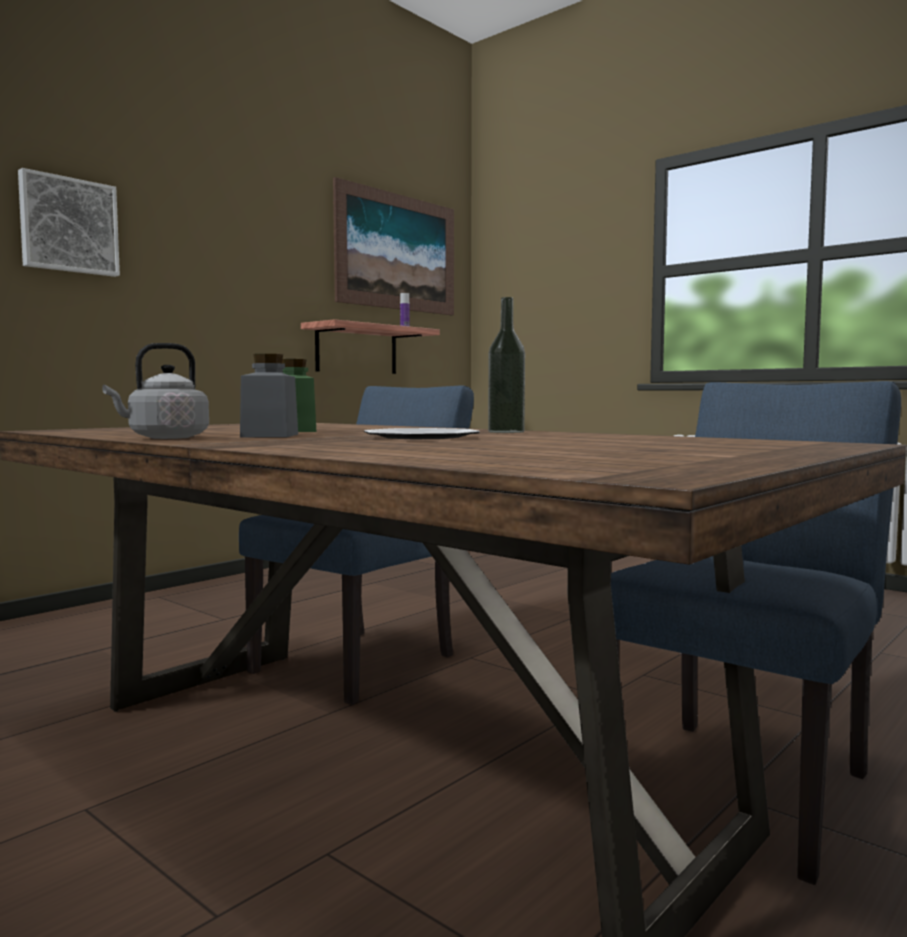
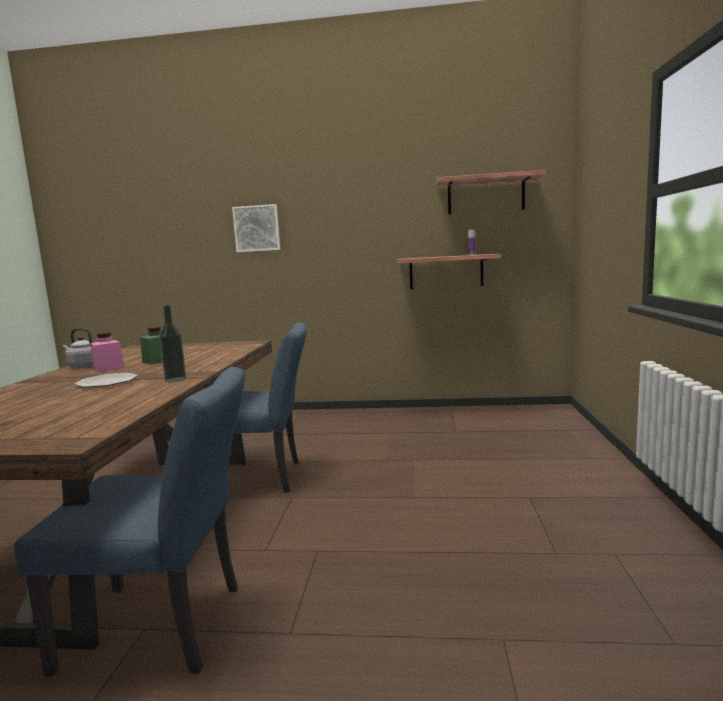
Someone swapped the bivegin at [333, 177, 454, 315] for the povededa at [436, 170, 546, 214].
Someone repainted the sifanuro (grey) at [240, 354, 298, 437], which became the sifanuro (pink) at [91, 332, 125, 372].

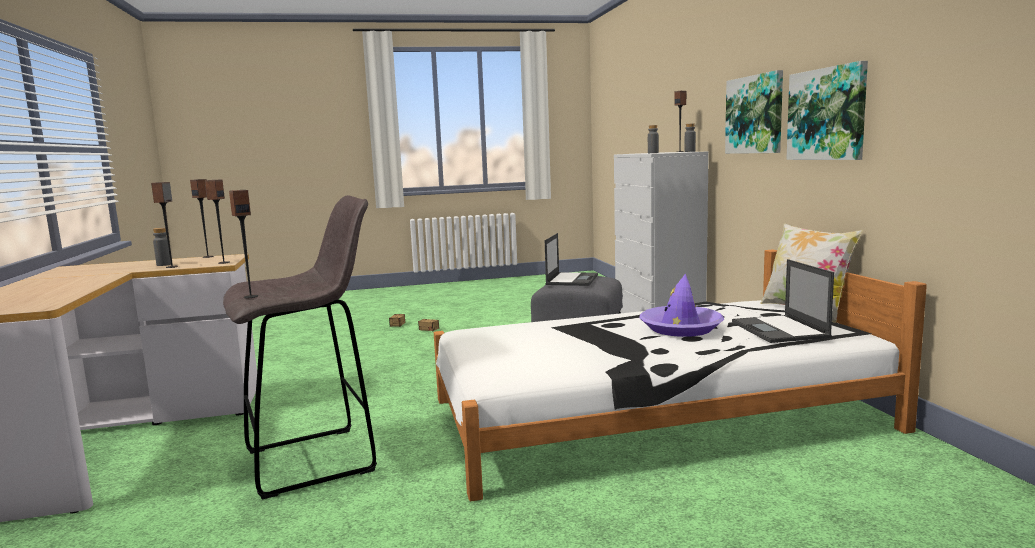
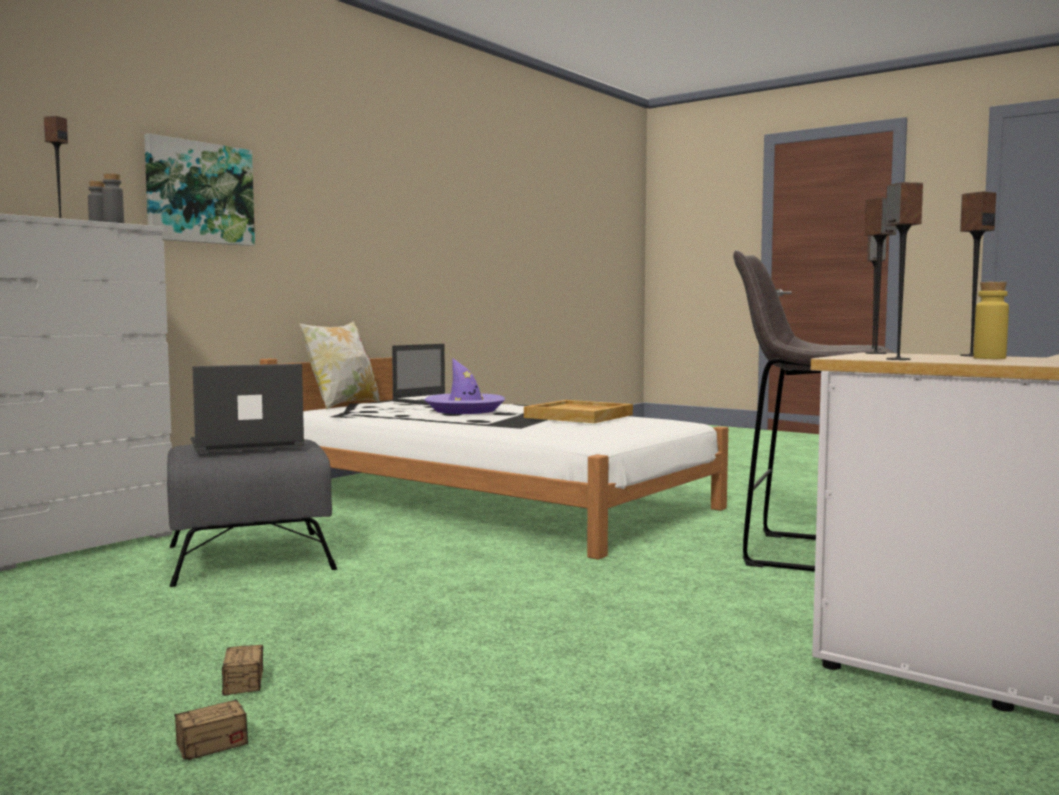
Someone took away the bivegin at [786, 61, 868, 160].
Someone put down the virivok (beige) at [524, 400, 633, 423].
Someone repainted the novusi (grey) at [153, 228, 172, 266], which became the novusi (yellow) at [973, 282, 1009, 359].

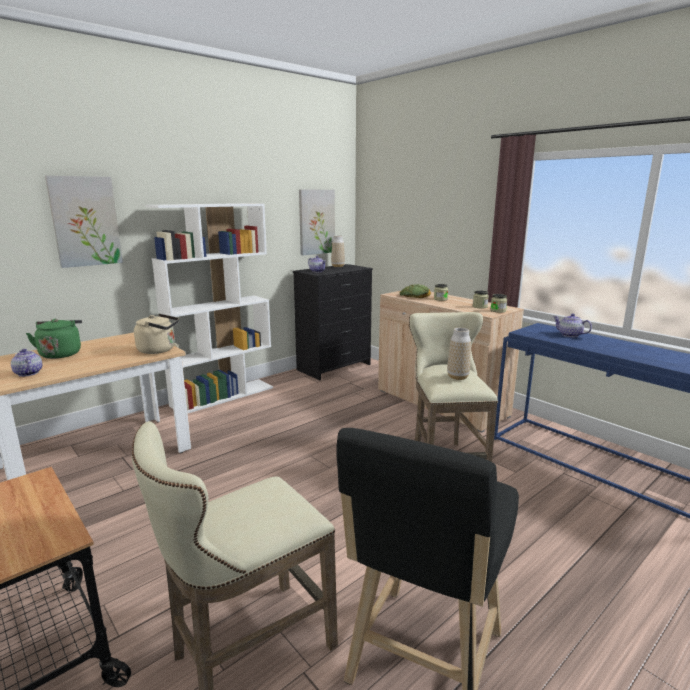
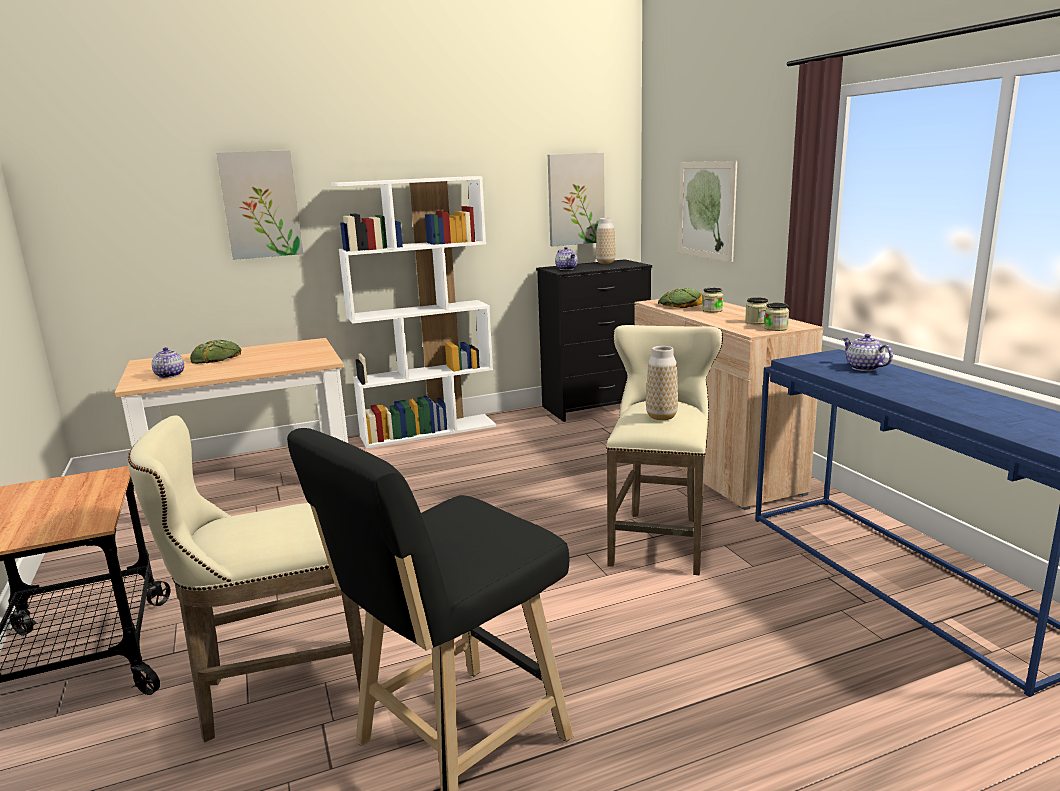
Someone took away the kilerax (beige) at [134, 314, 179, 354].
Someone put up the bivegin at [679, 161, 737, 262].
Someone swapped the kilerax (green) at [26, 319, 82, 359] for the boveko at [190, 340, 242, 364].

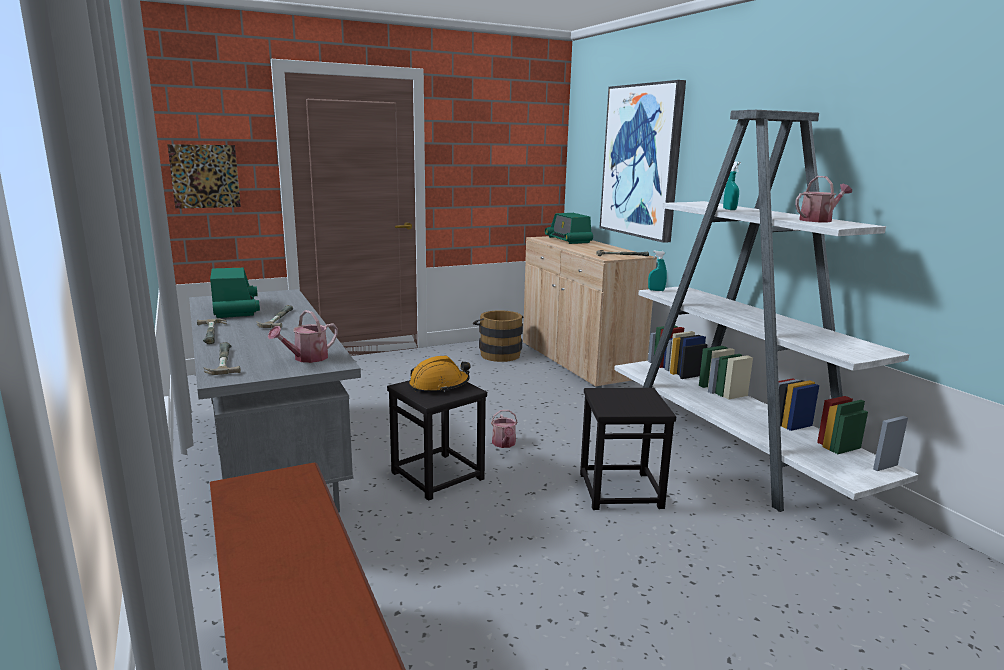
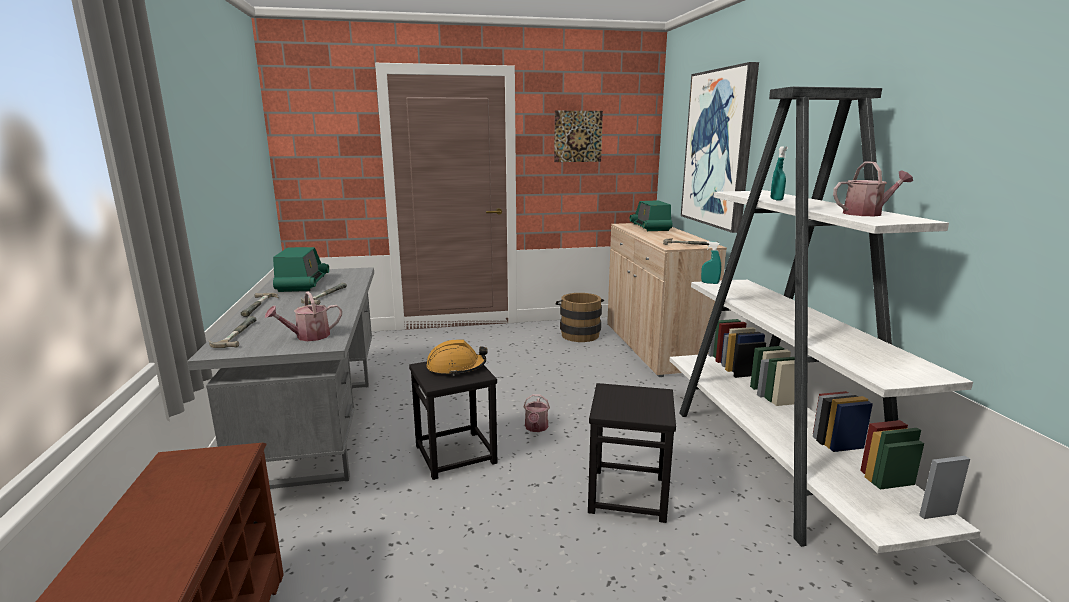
Someone carried the bivegin from [167, 144, 241, 209] to [554, 111, 603, 162].

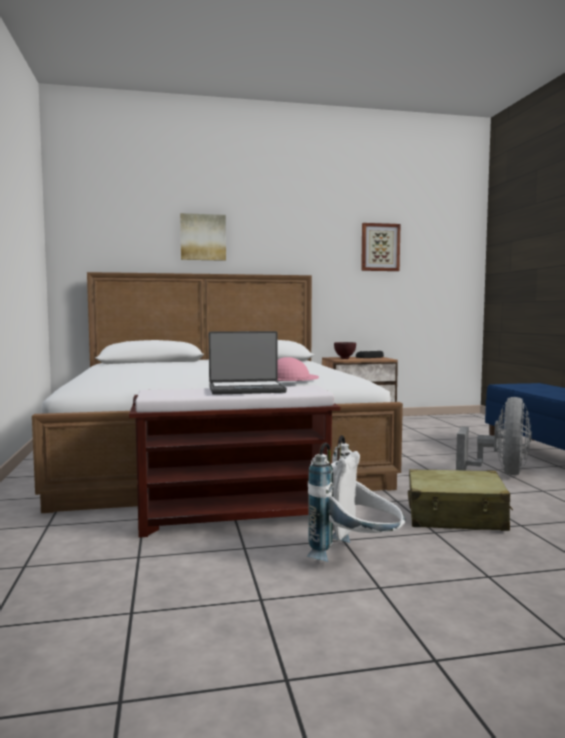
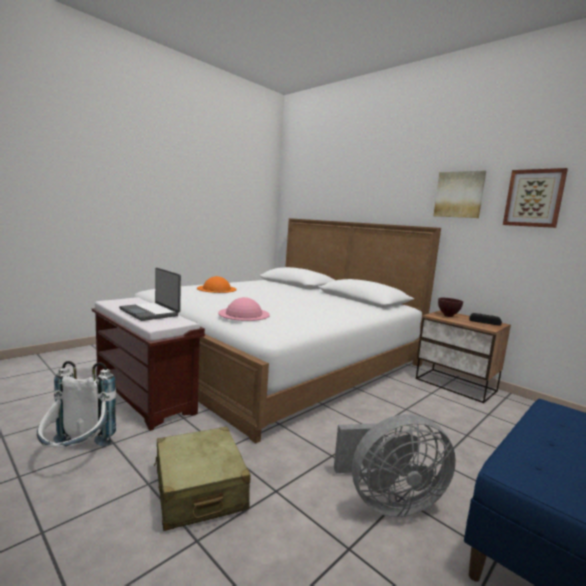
Someone put down the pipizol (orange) at [197, 276, 237, 293].
Someone carried the bivegin from [180, 213, 226, 261] to [433, 170, 486, 218].

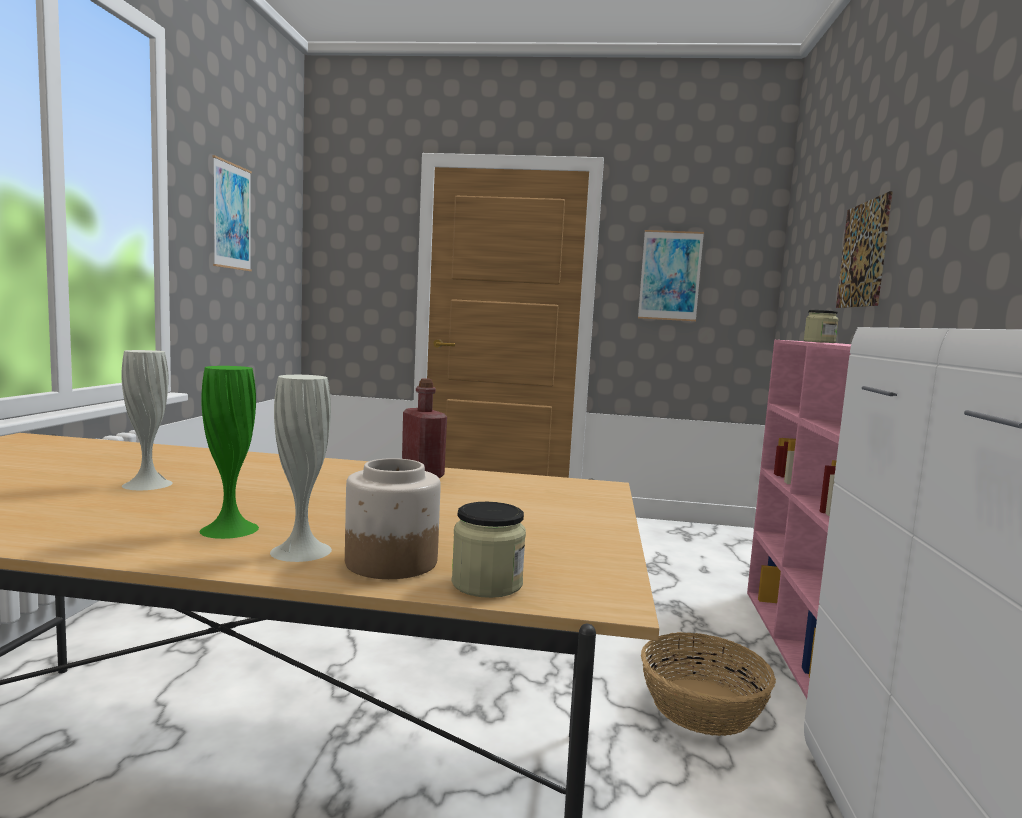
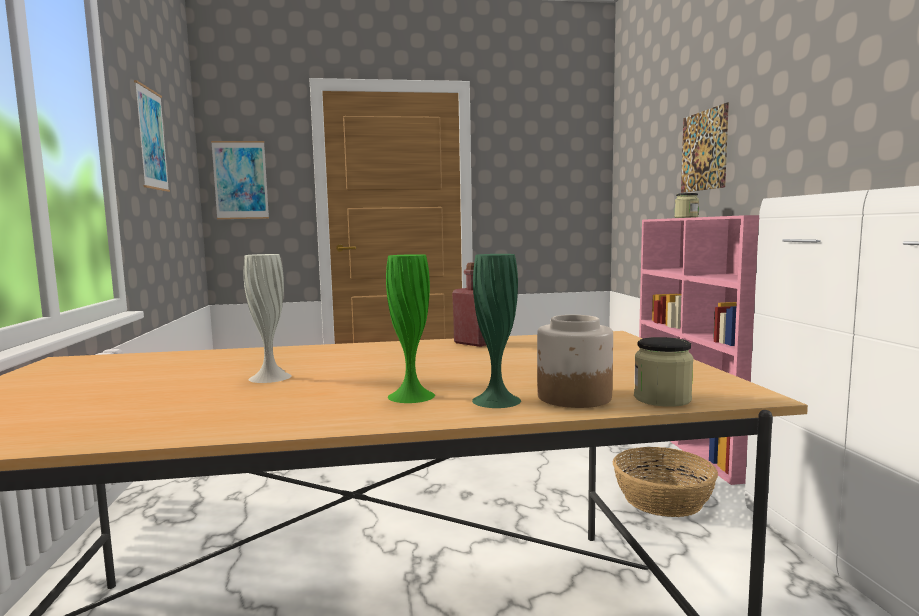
Someone carried the bivegin from [638, 230, 704, 321] to [211, 141, 269, 219].
Someone repainted the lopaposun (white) at [270, 375, 332, 562], which became the lopaposun (green) at [472, 254, 521, 408].

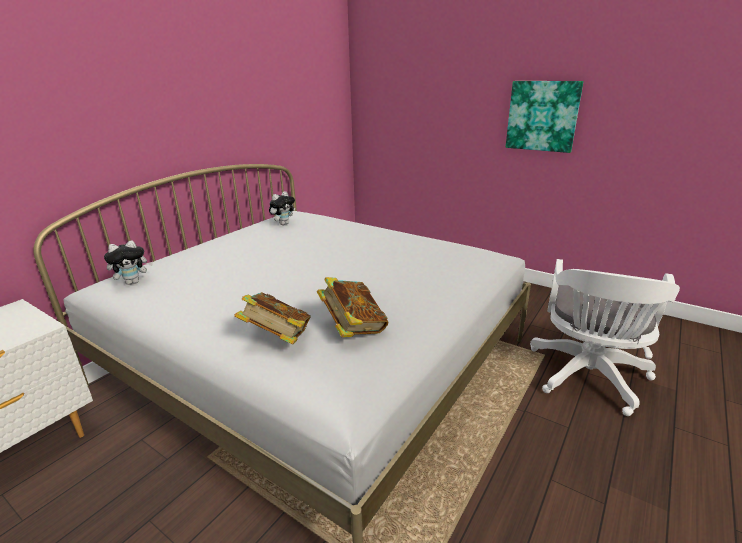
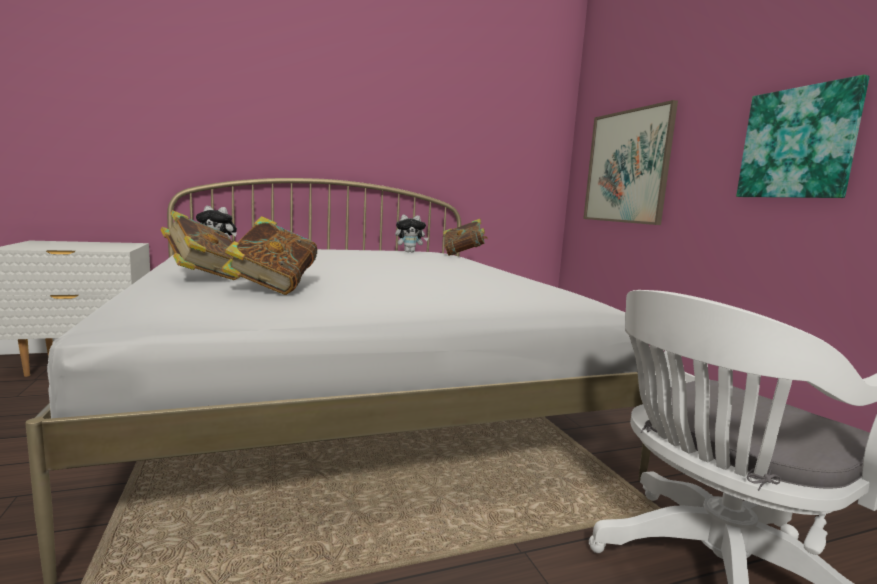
Someone put down the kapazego at [443, 219, 488, 256].
Someone put up the bivegin at [583, 100, 678, 225].

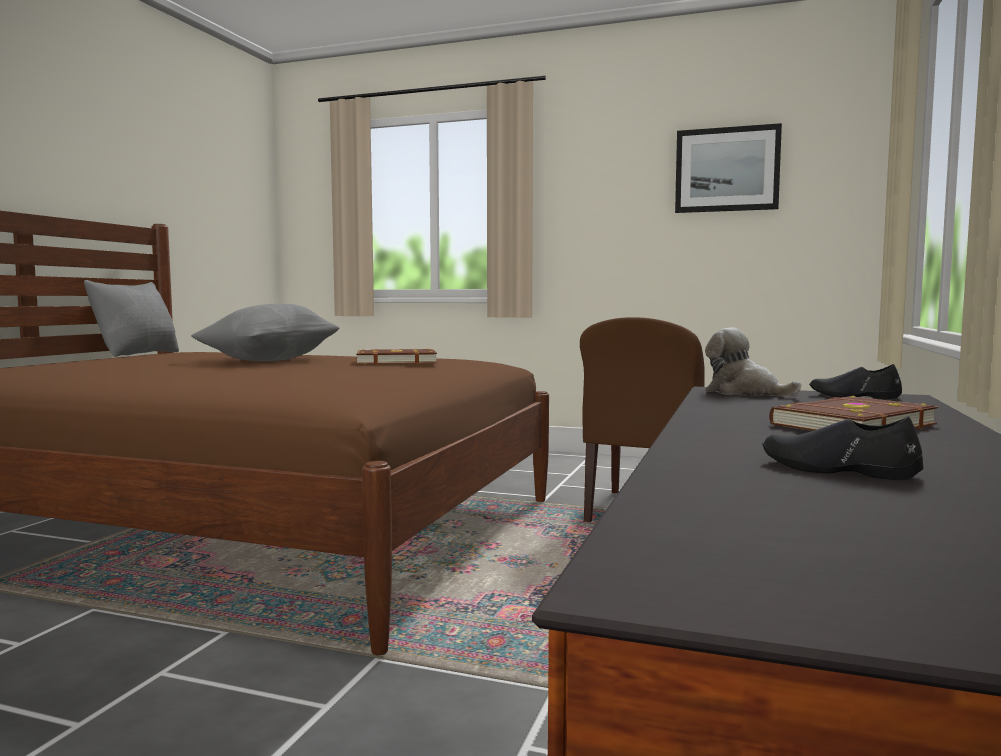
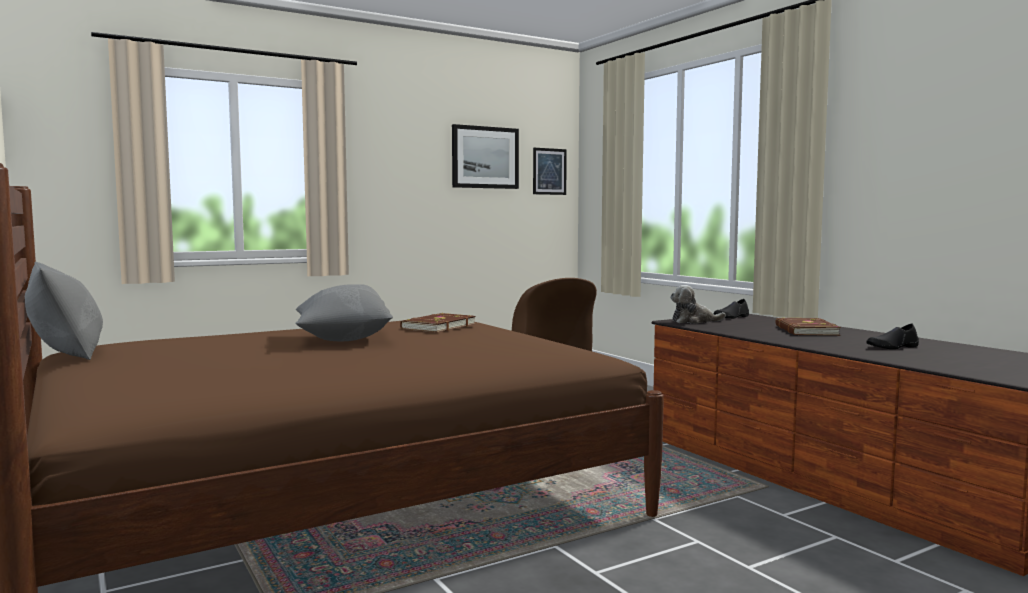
Someone put up the bivegin at [533, 148, 567, 195].

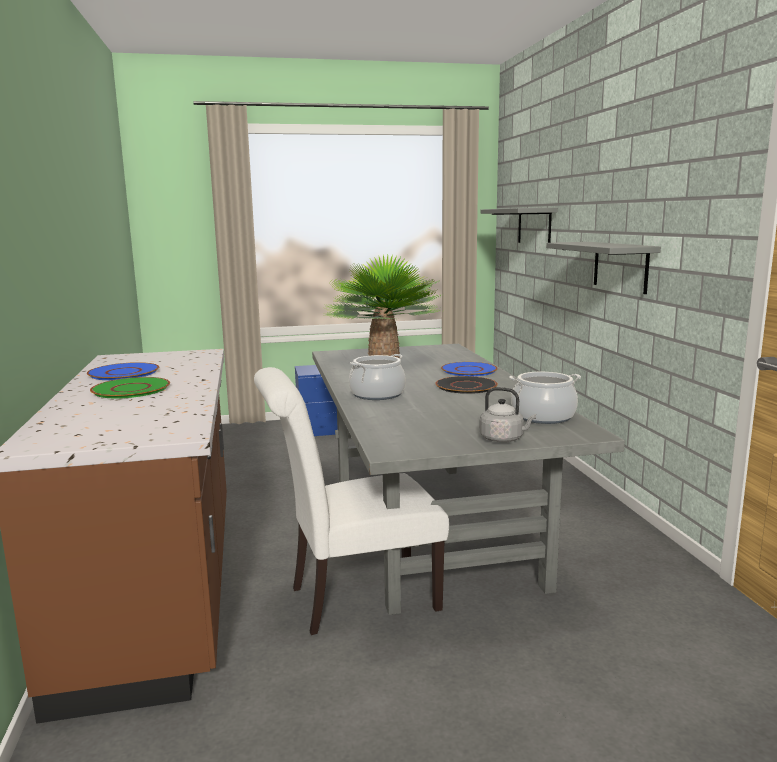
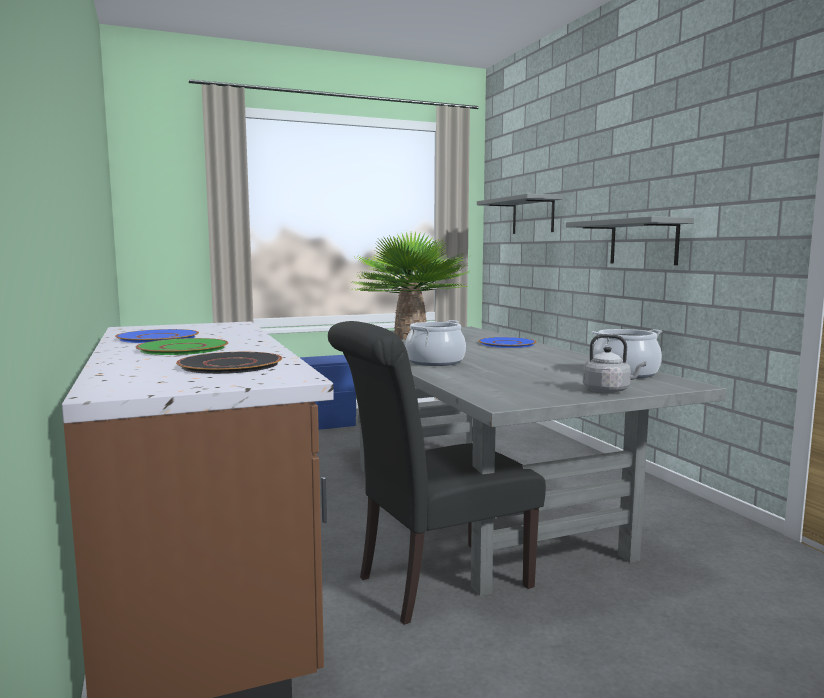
Someone carried the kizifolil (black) from [435, 376, 498, 394] to [176, 352, 282, 374].
Someone repainted the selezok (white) at [254, 367, 449, 635], which became the selezok (black) at [328, 321, 546, 625].

